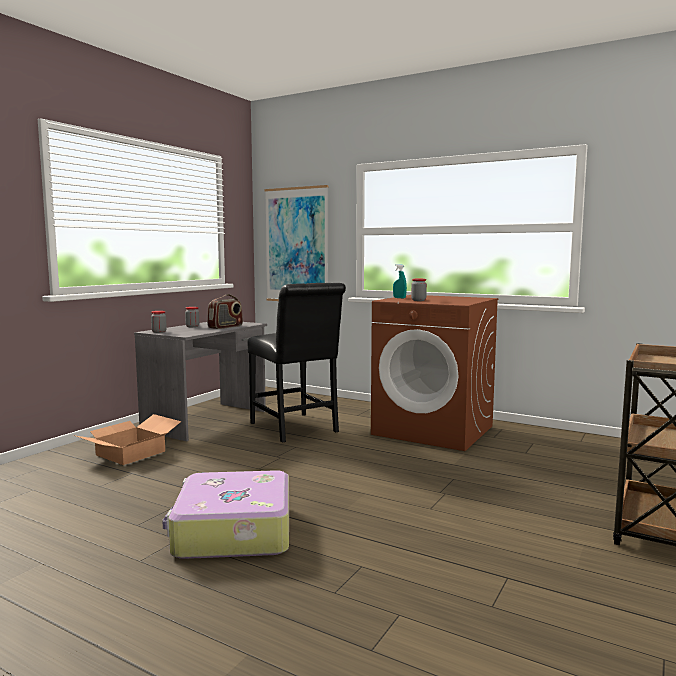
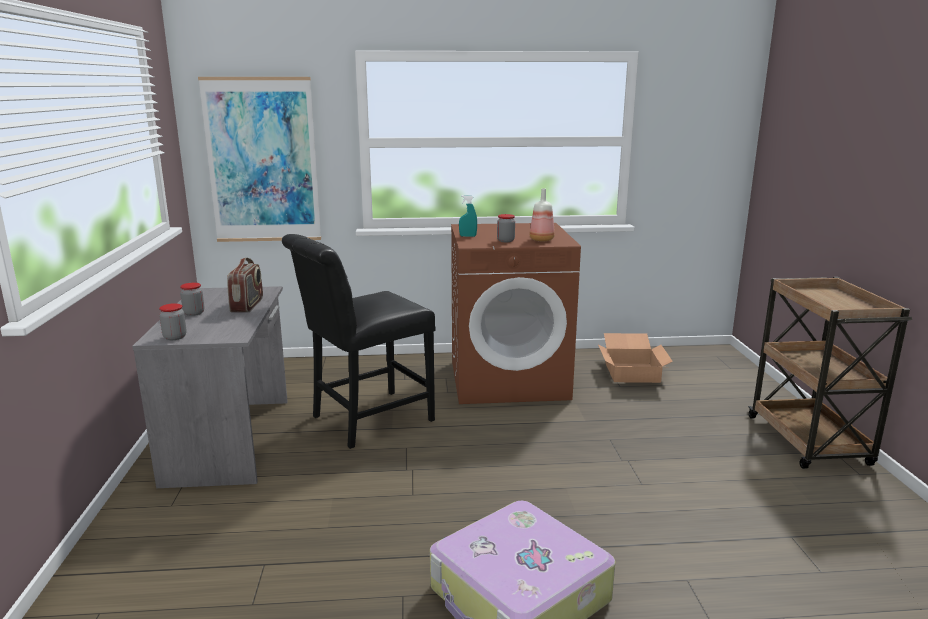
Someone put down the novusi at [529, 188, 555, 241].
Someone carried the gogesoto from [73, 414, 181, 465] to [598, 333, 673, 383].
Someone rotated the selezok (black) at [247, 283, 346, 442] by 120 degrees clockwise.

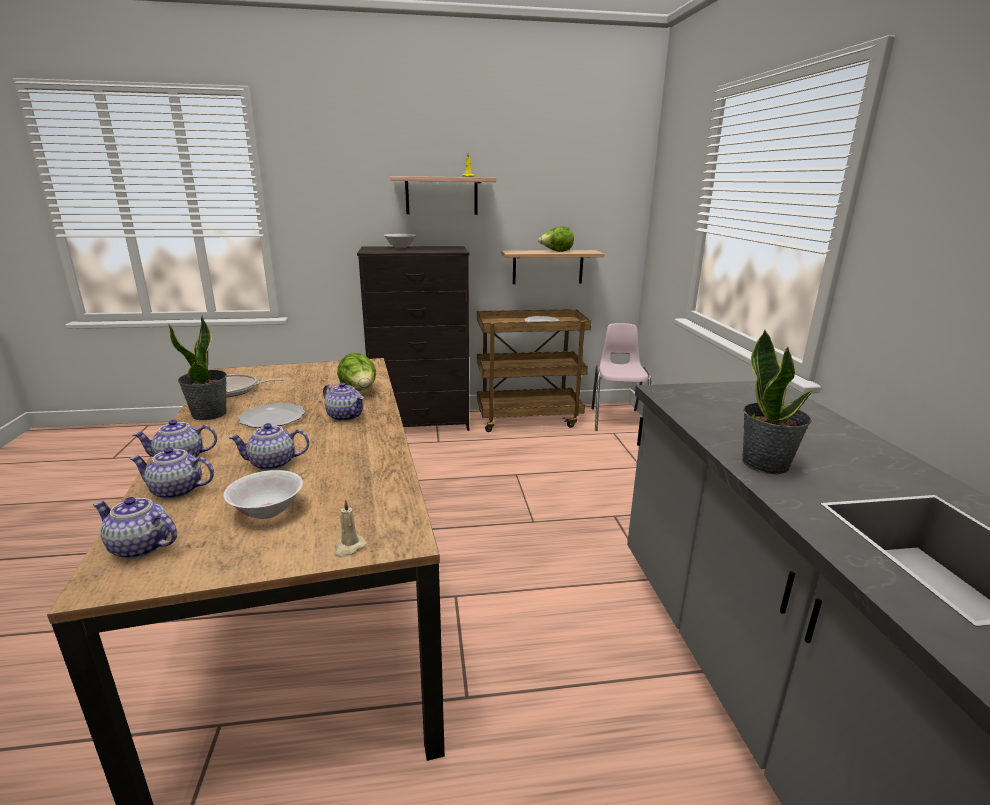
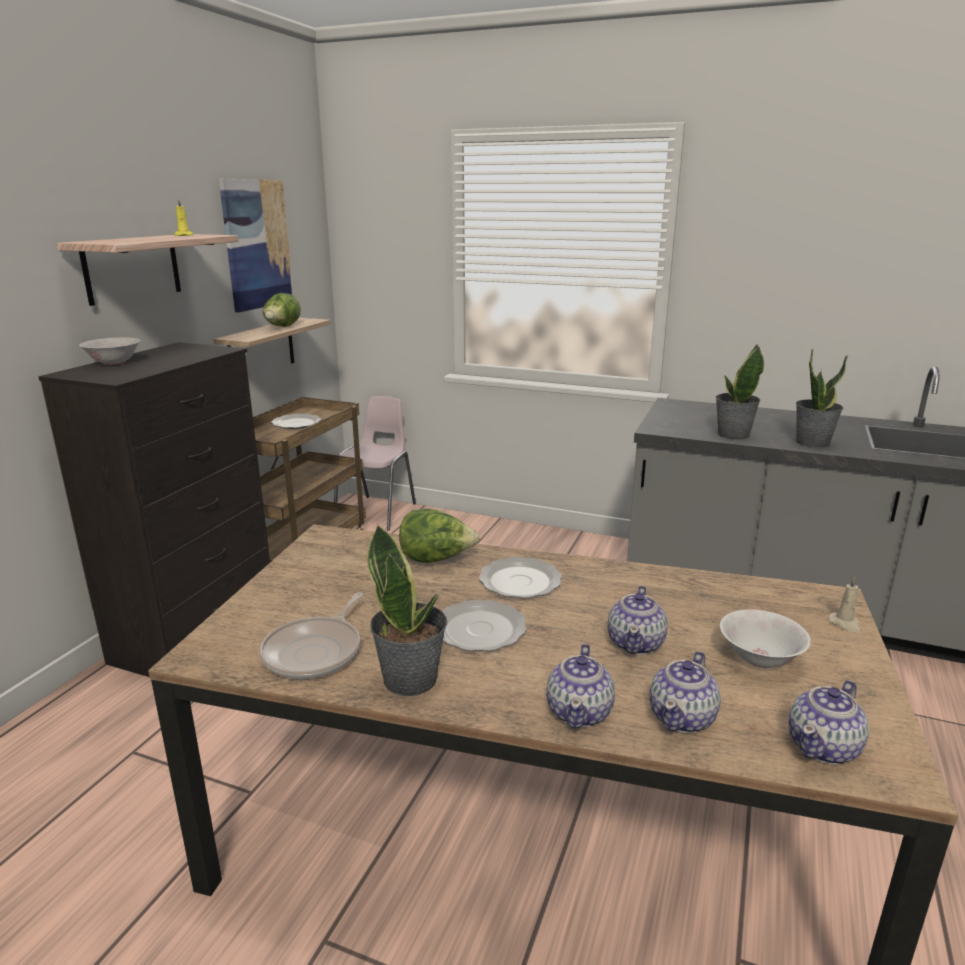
Someone put up the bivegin at [219, 179, 293, 312].
Someone put down the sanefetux at [716, 343, 764, 440].
Someone swapped the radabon at [323, 382, 364, 422] for the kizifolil at [479, 557, 562, 598].
Someone rotated the selezok (pink) at [591, 323, 651, 431] by 75 degrees clockwise.

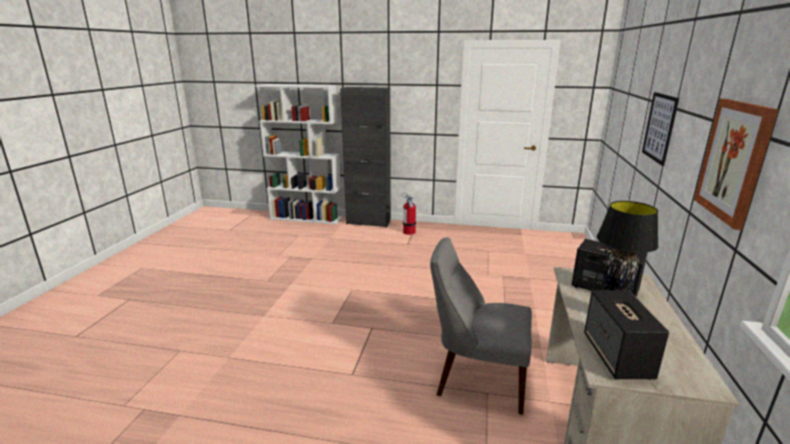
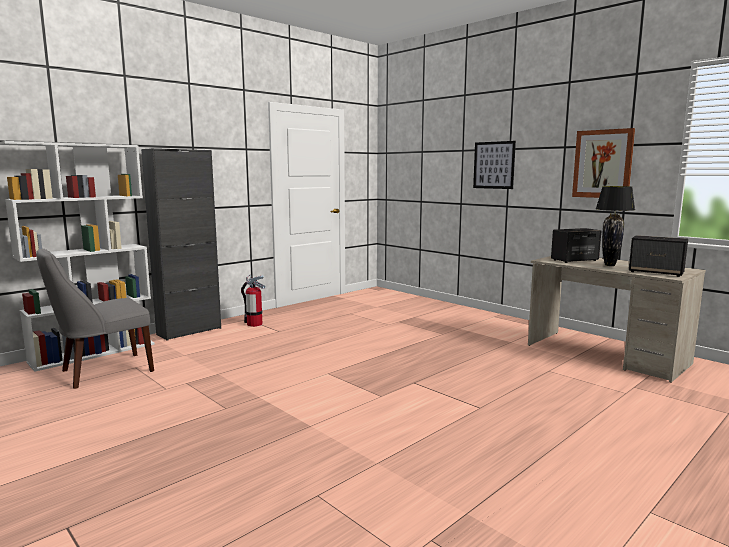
Someone carried the selezok (grey) from [430, 237, 532, 415] to [36, 248, 154, 389].

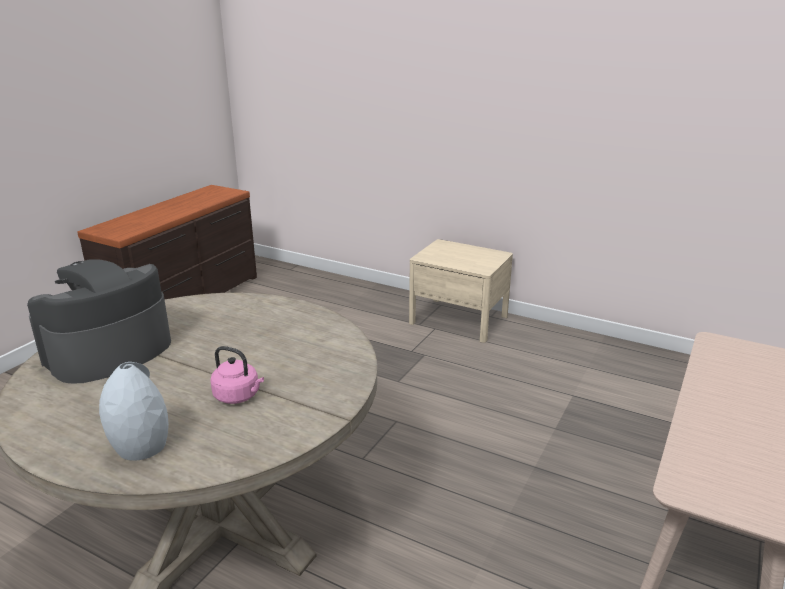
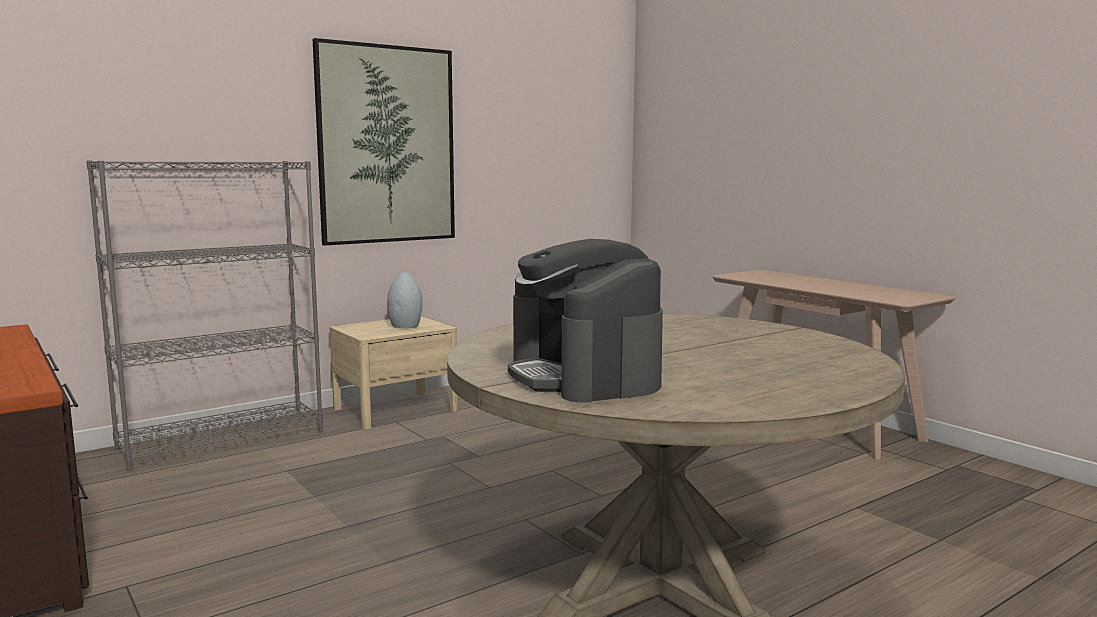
Someone took away the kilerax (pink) at [210, 346, 264, 404].
Someone put down the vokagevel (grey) at [86, 160, 323, 471].
Someone put up the bivegin at [313, 38, 455, 246].
Someone carried the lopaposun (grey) from [99, 362, 169, 461] to [387, 272, 423, 328].

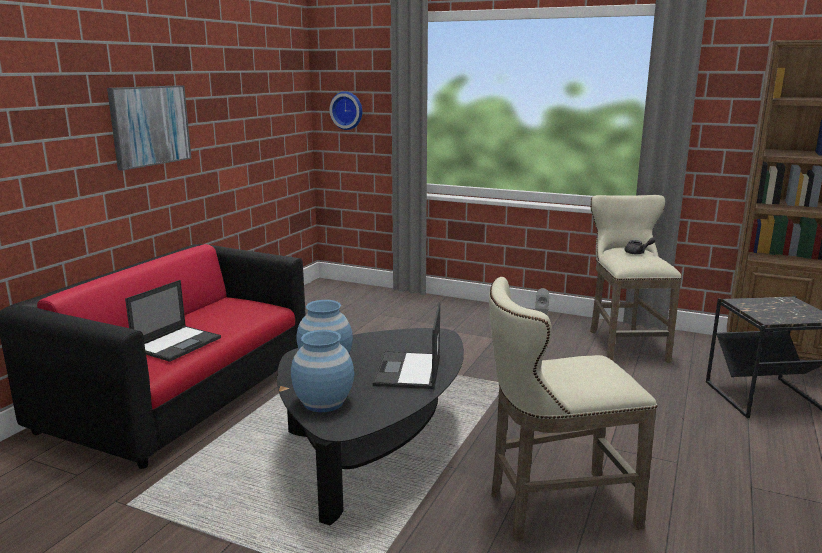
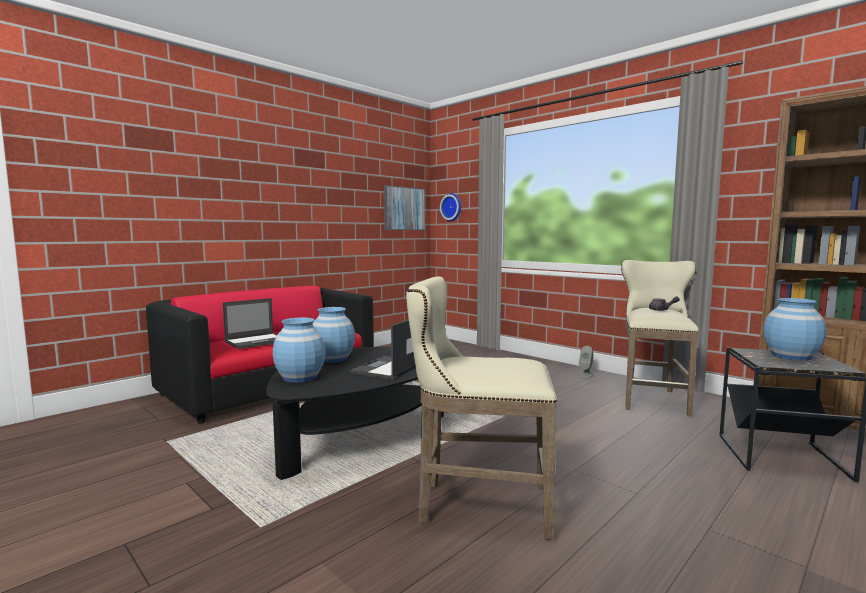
Someone put down the lopaposun (blue) at [763, 298, 826, 361].
Someone carried the bivegin from [107, 85, 191, 171] to [384, 185, 425, 230].

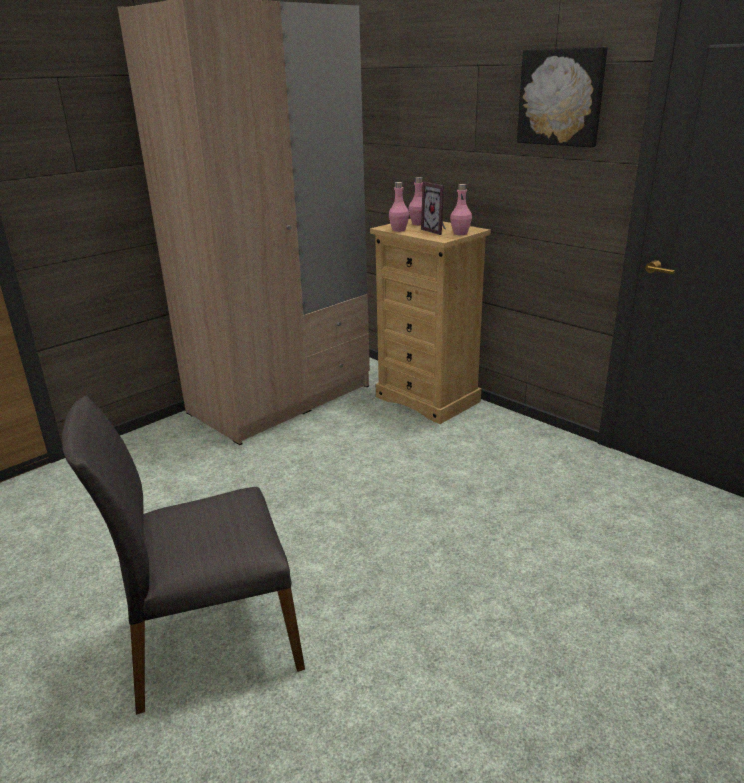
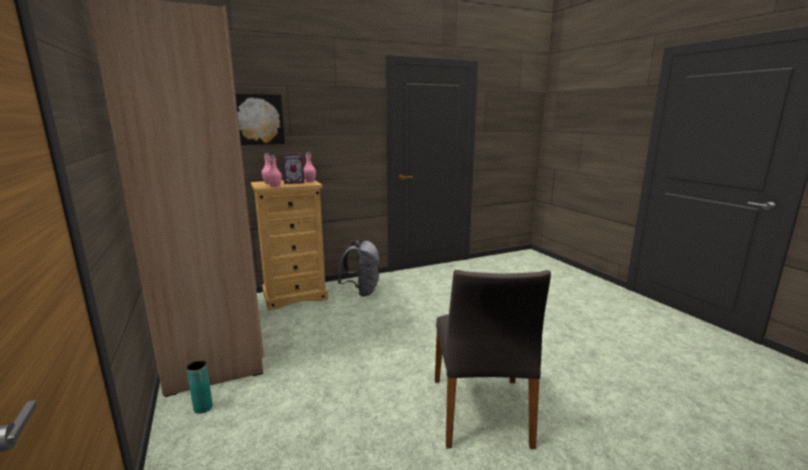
Someone put down the lopaposun (turquoise) at [186, 360, 213, 414].
Someone put down the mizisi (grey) at [338, 240, 379, 296].
Someone carried the bivegin from [517, 47, 608, 147] to [235, 94, 285, 145].

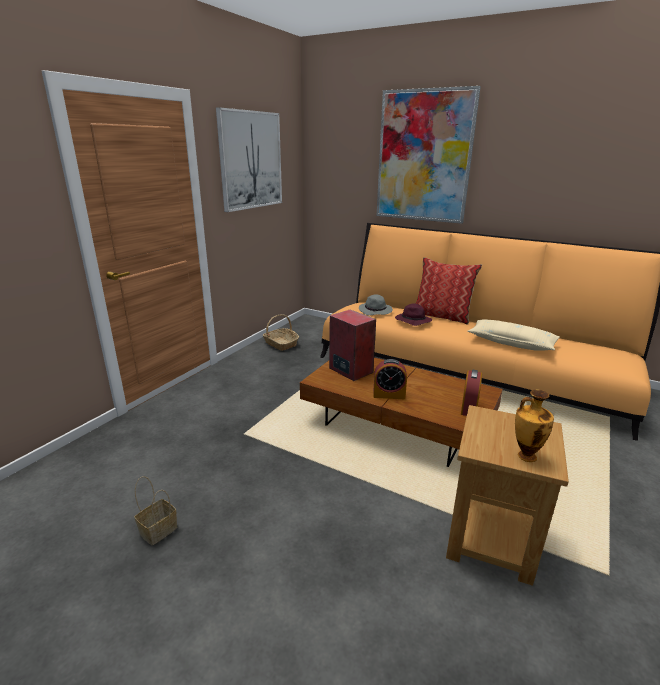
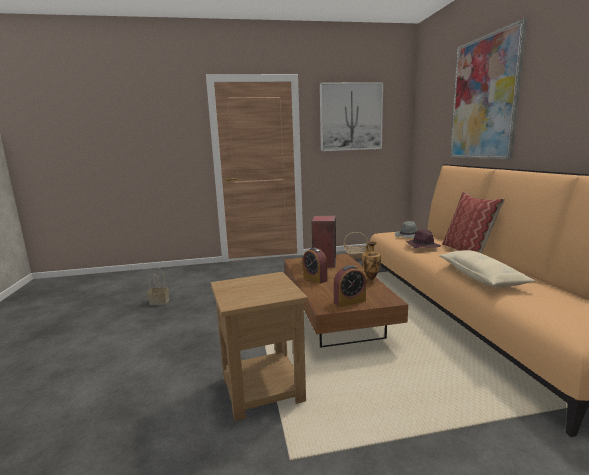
Someone carried the lopaposun from [515, 389, 554, 462] to [362, 241, 381, 283].

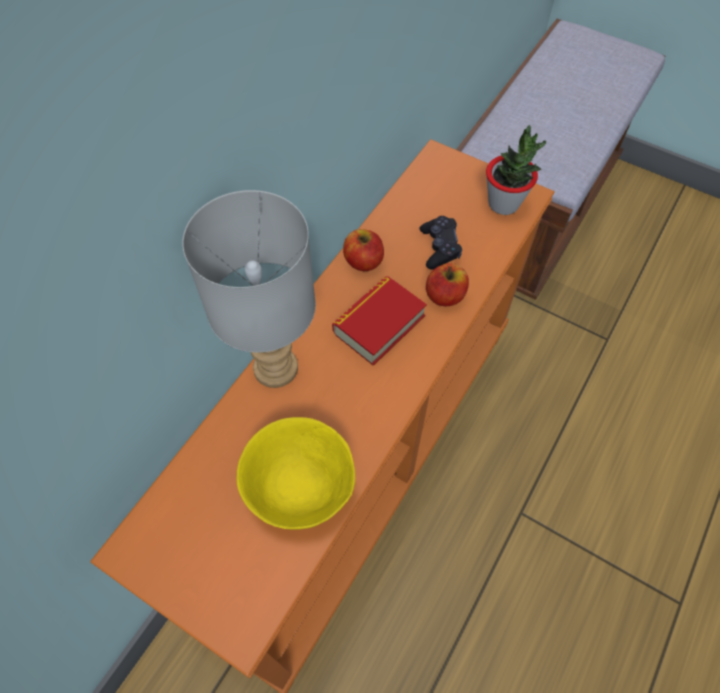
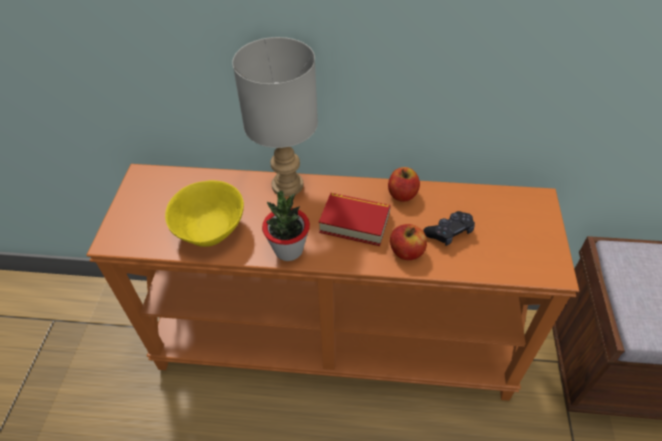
Someone carried the sanefetux from [486, 125, 546, 215] to [262, 191, 310, 261].

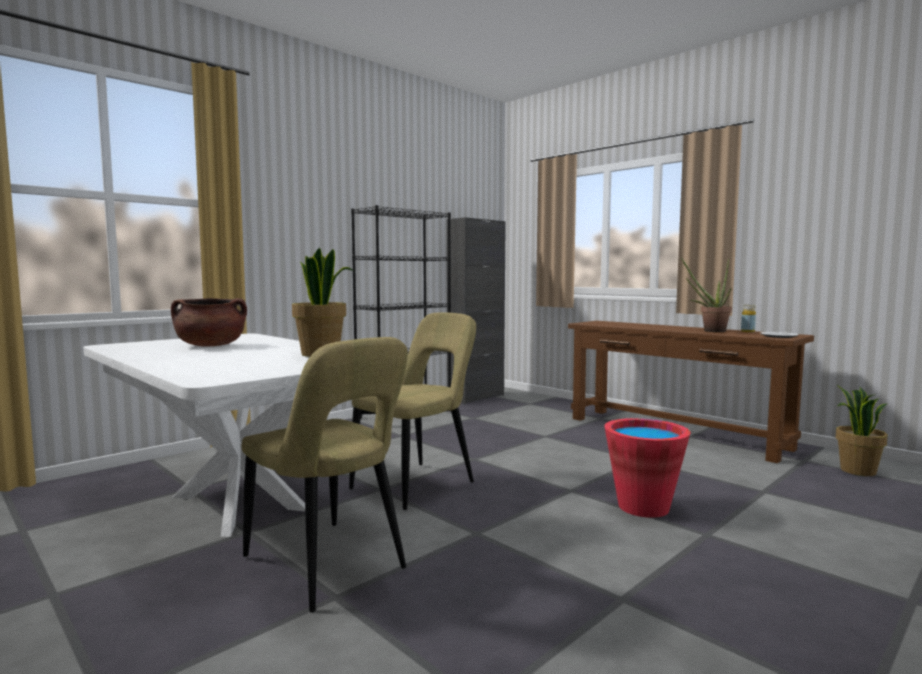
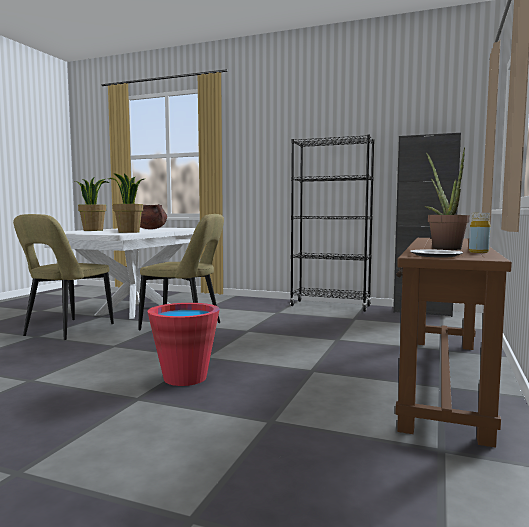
Someone carried the sanefetux from [836, 385, 888, 476] to [75, 178, 109, 231].

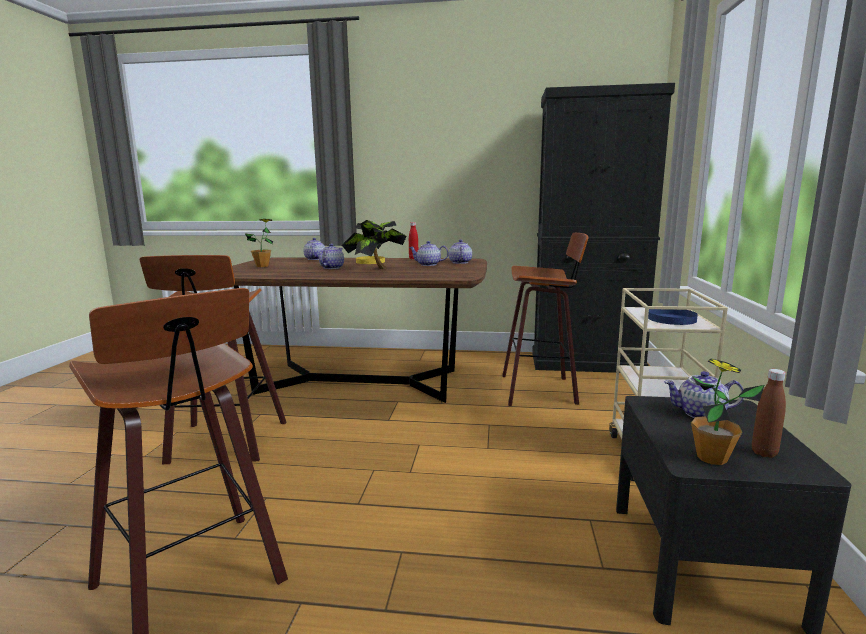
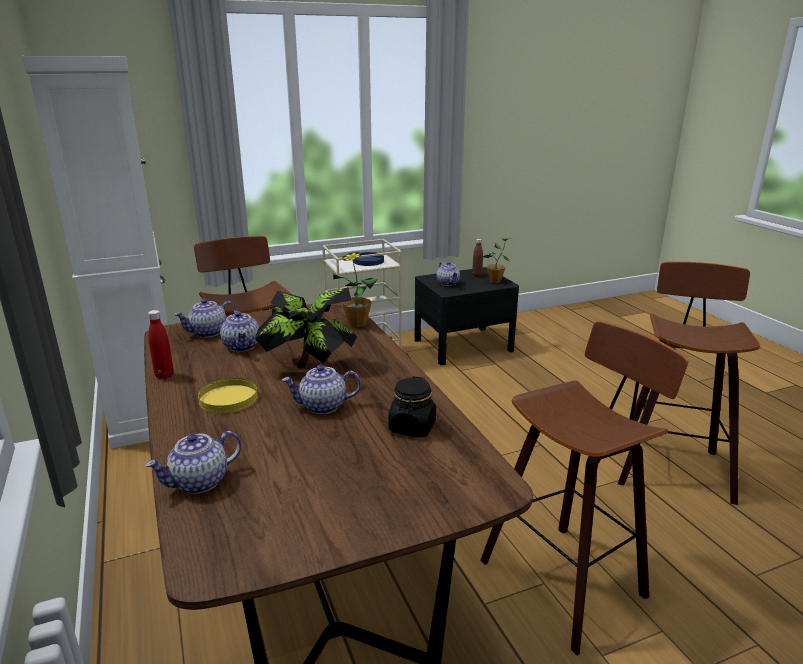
Someone put down the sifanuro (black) at [388, 376, 436, 438].
Someone carried the sanefetux from [245, 219, 274, 267] to [333, 252, 378, 327].
Someone repainted the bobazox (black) at [532, 83, 675, 373], which became the bobazox (white) at [22, 56, 168, 449].

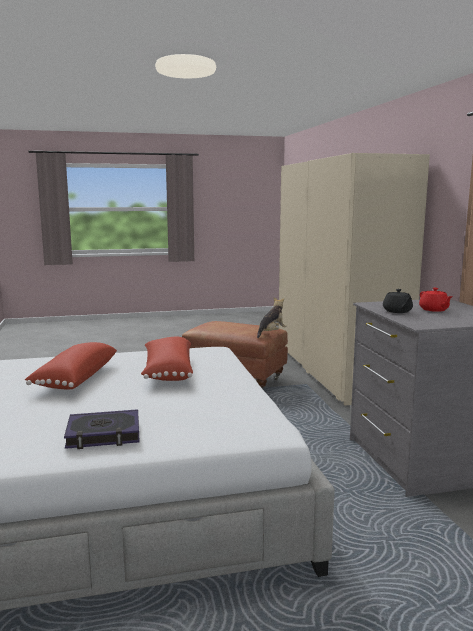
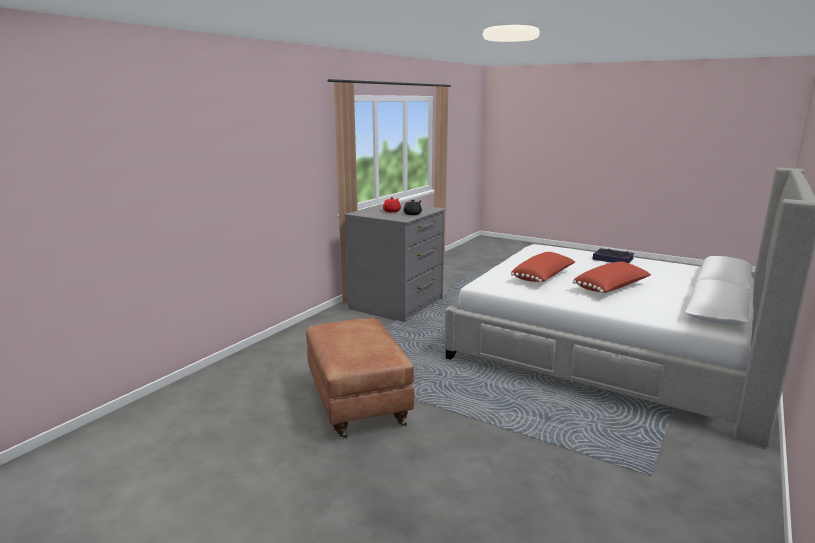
Someone took away the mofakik at [257, 297, 287, 338].
Someone took away the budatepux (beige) at [278, 153, 430, 406].

